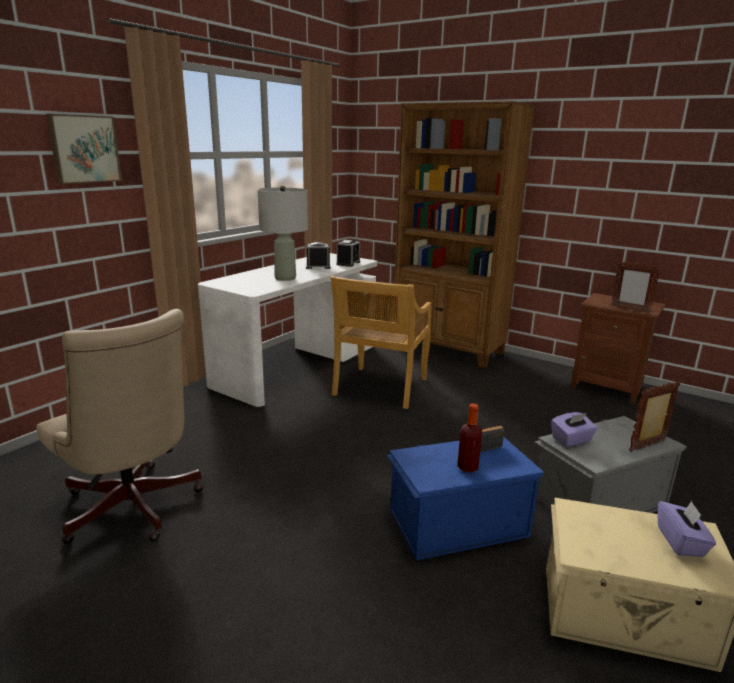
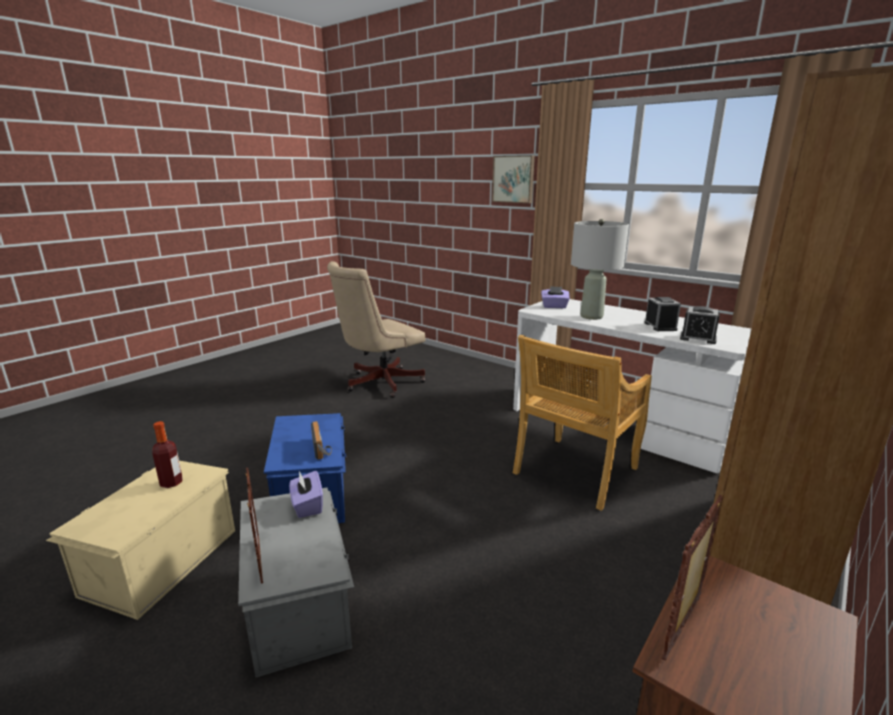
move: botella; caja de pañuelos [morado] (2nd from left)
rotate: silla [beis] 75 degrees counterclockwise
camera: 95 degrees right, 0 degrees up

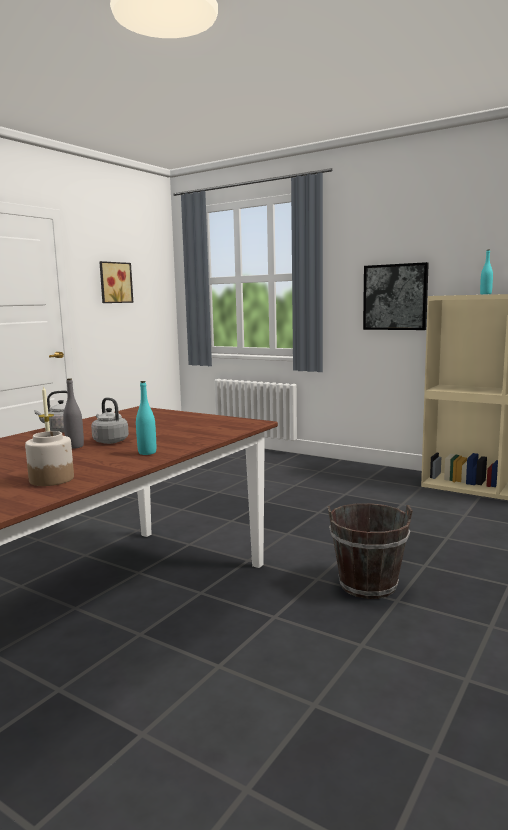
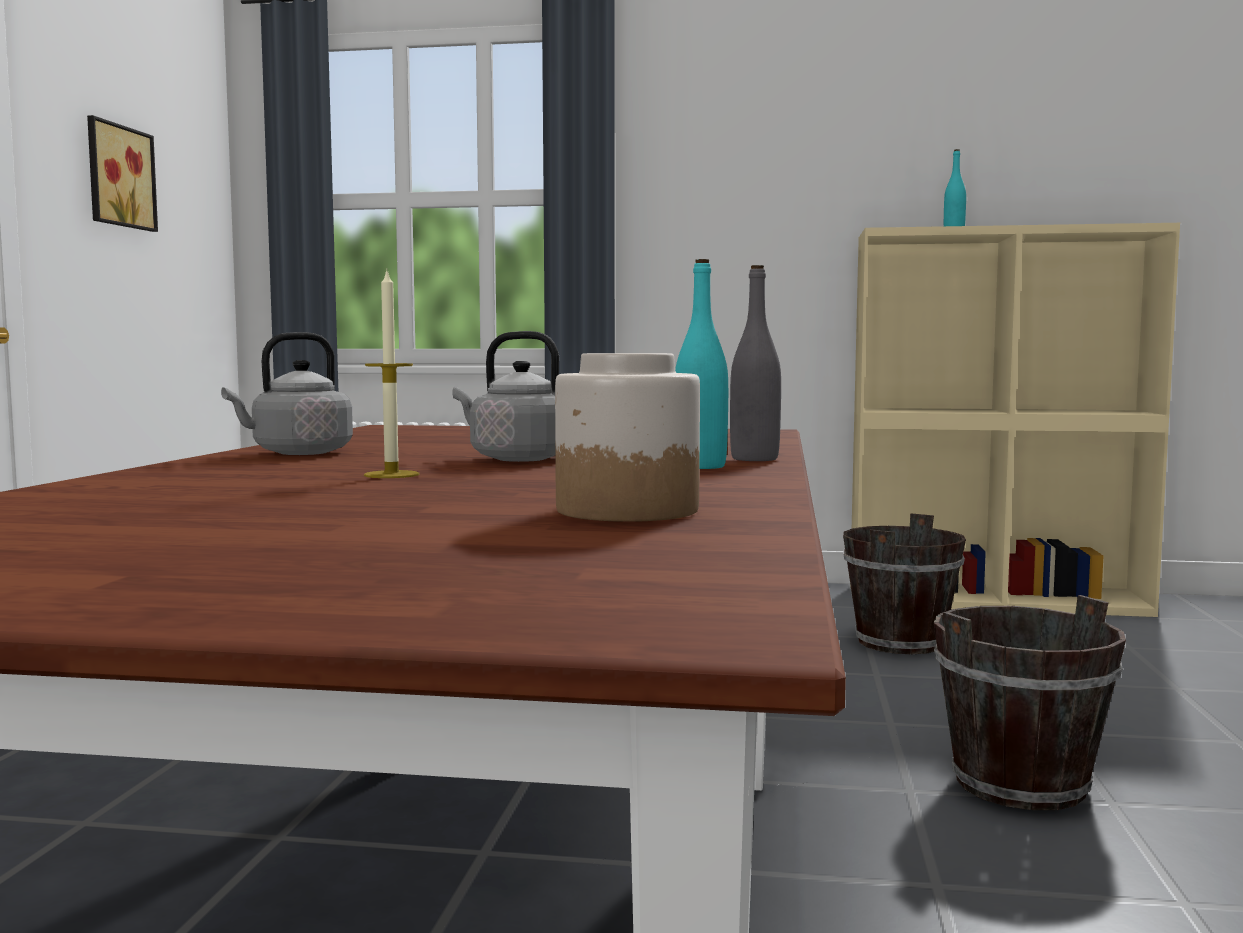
delete: cuadro (2nd from left)
insert: cubo [marrón] (1st from left)
move: botella [gris]
camera: 25 degrees left, 5 degrees down

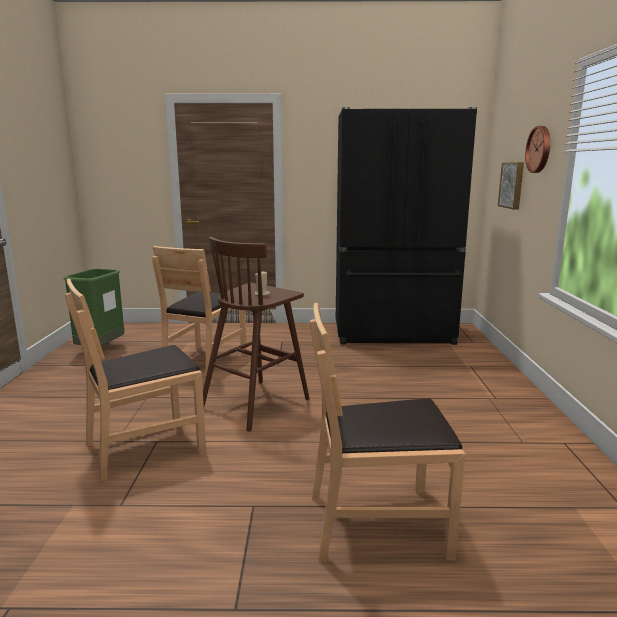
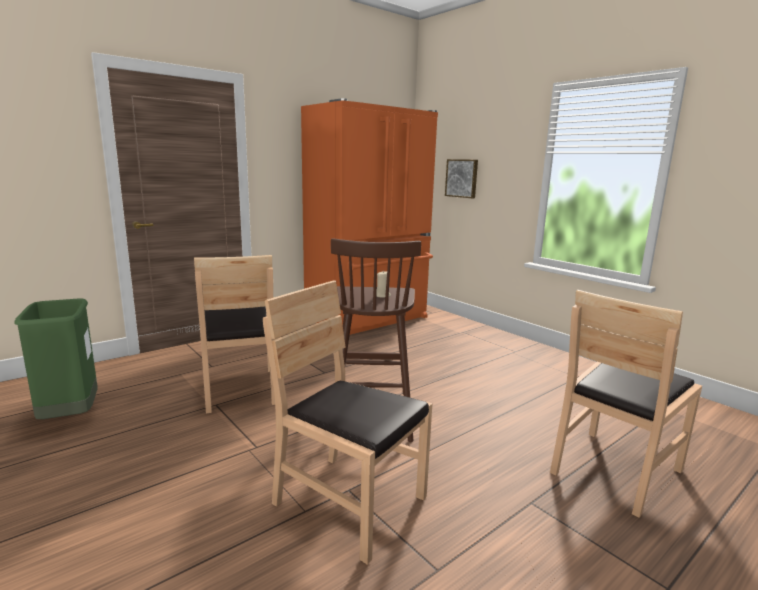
delete: reloj de pared
recolor: nevera [negro] to nevera [naranja]
rotate: silla [marrón] (1st from left in the first image) 105 degrees clockwise
camera: 40 degrees left, 0 degrees up

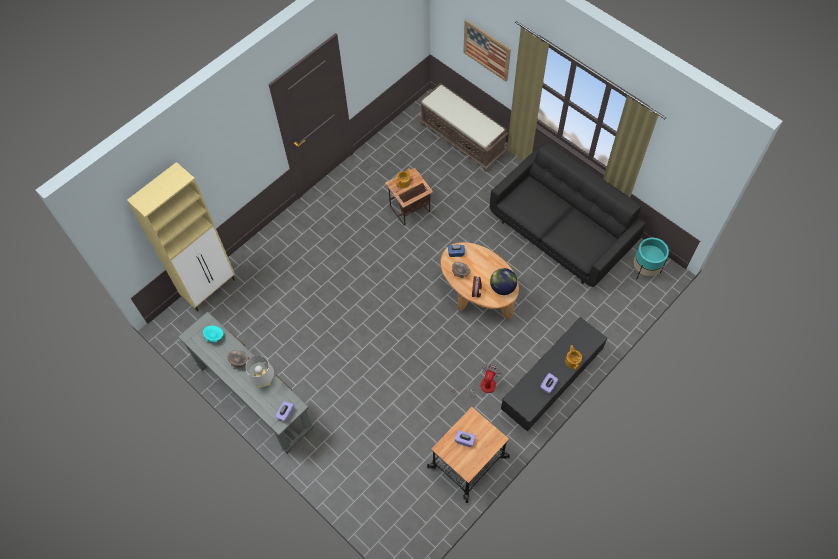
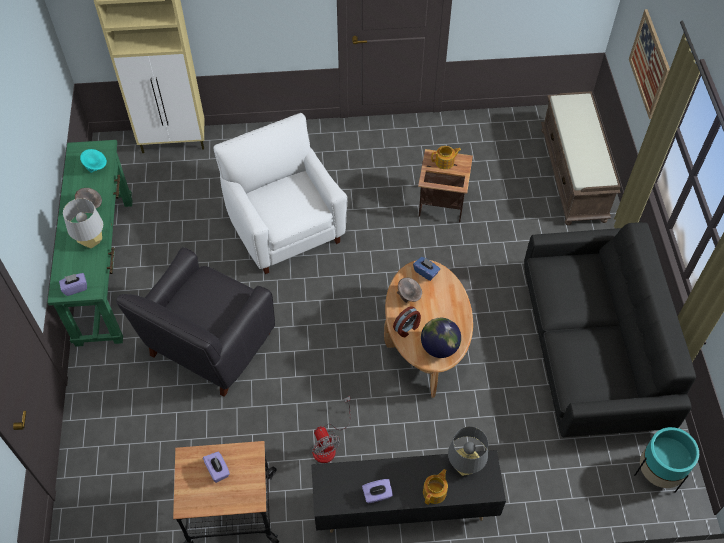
insert: sillón [negro]; sillón [blanco]; lámpara de mesa [gris] (2nd from left)
recolor: mesa consola [gris] to mesa consola [verde]
rotate: ventilador 90 degrees clockwise
camera: 40 degrees right, 5 degrees down

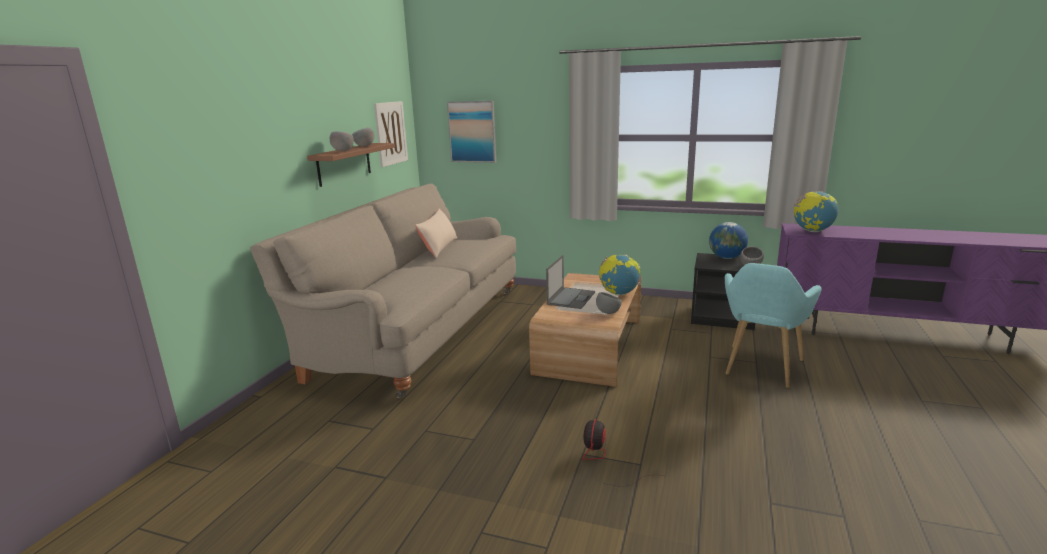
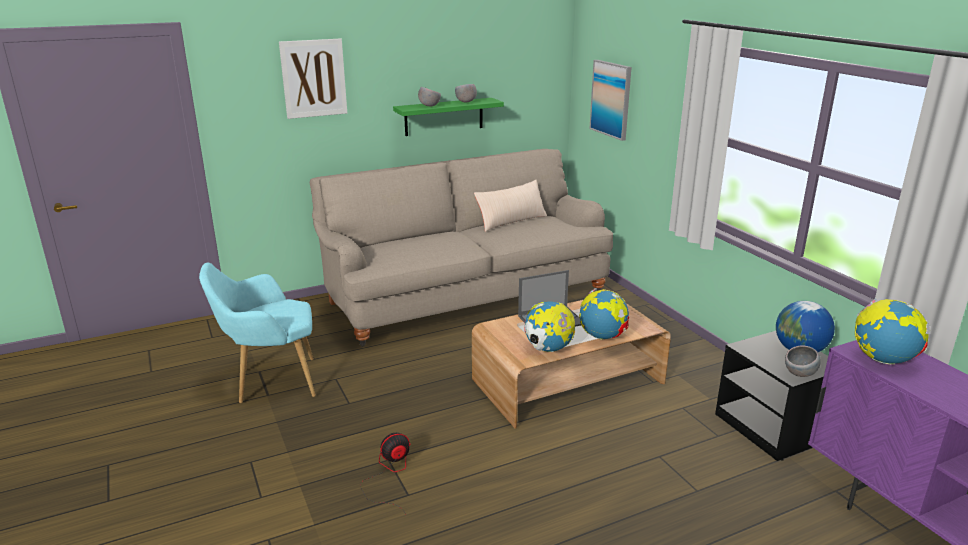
move: cuadro (1st from left); sillón [turquesa]
replace: cuenco [gris] (3rd from left) to globo terráqueo (1st from left)
recolor: estante [marrón] to estante [verde]
camera: 45 degrees right, 5 degrees up

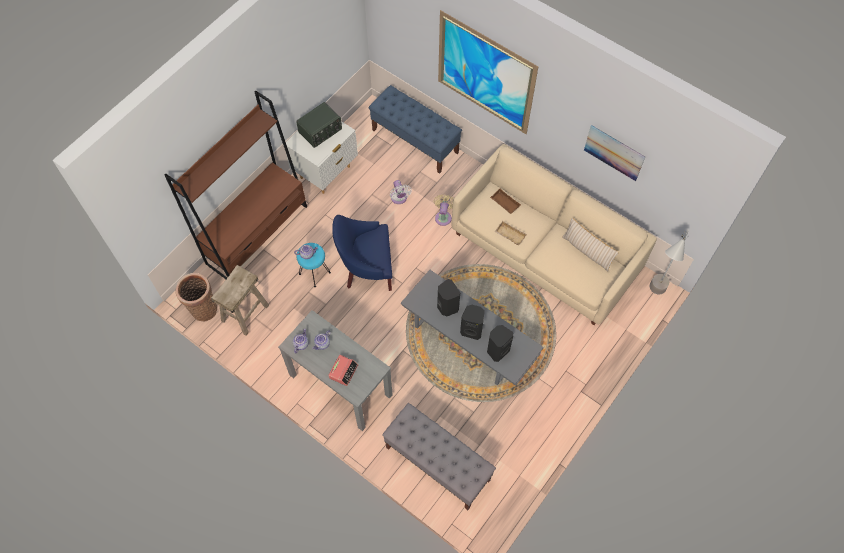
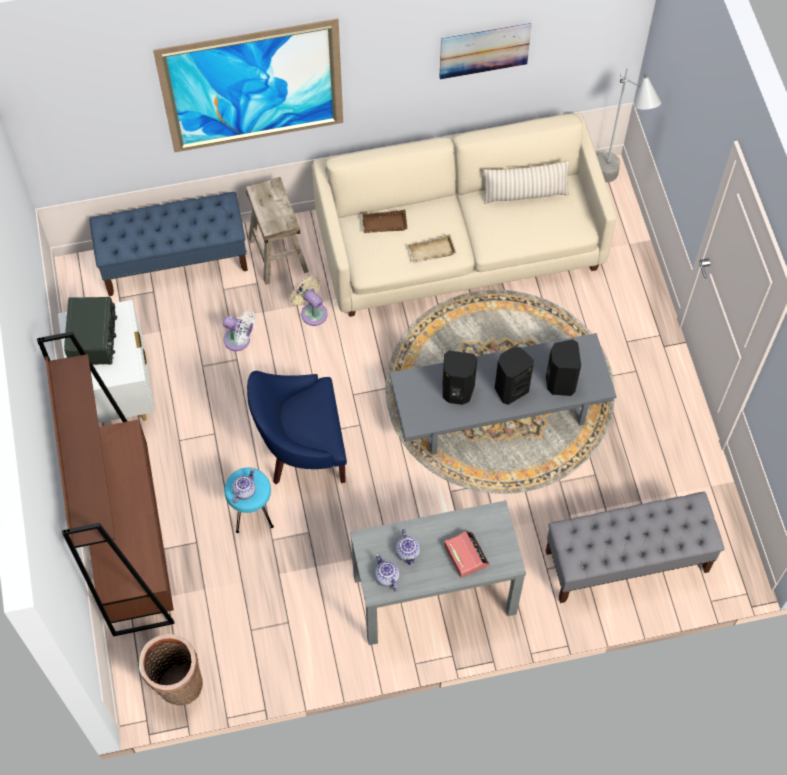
move: taburete [beis]
rotate: sillón [azul] 45 degrees clockwise
camera: 50 degrees left, 0 degrees up

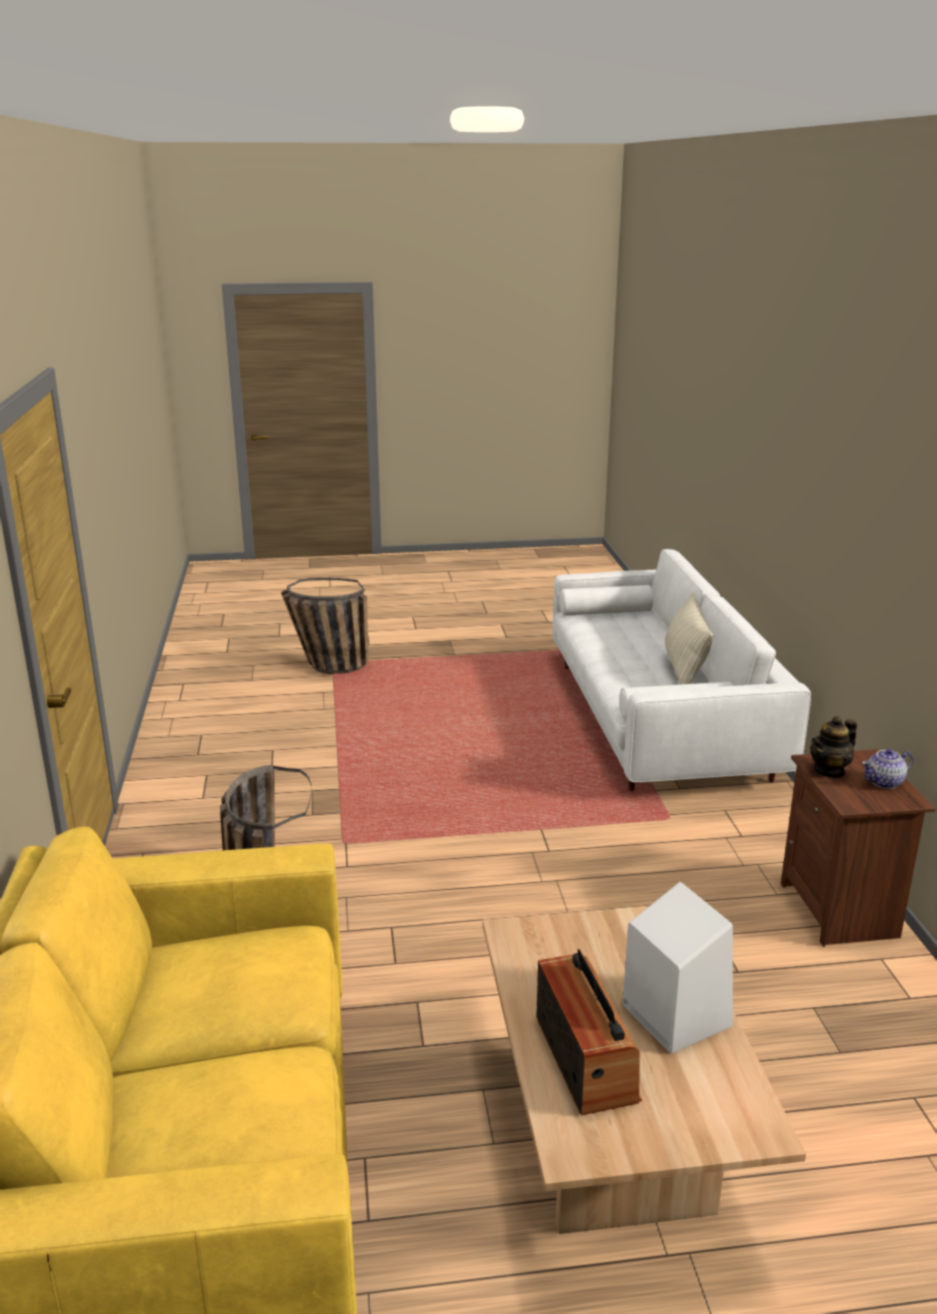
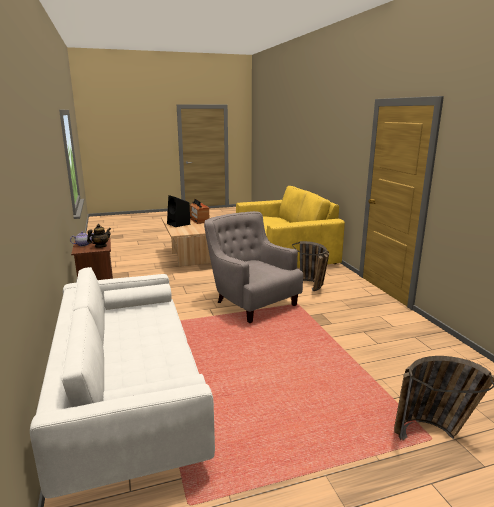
delete: cojín [beis]
insert: sillón [gris]
recolor: altavoz [blanco] to altavoz [negro]
camera: 170 degrees right, 5 degrees down

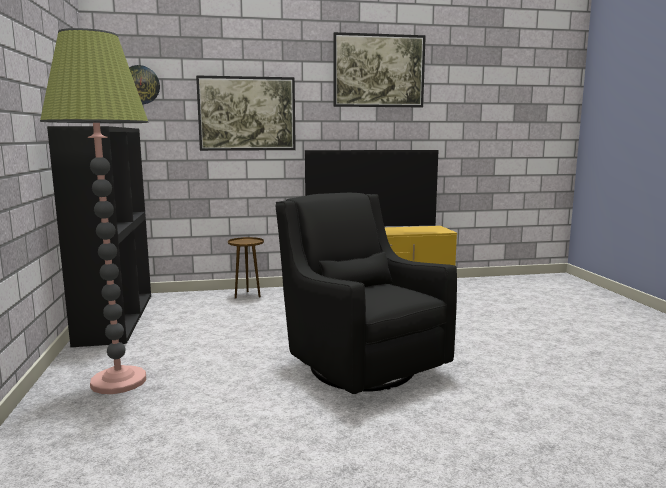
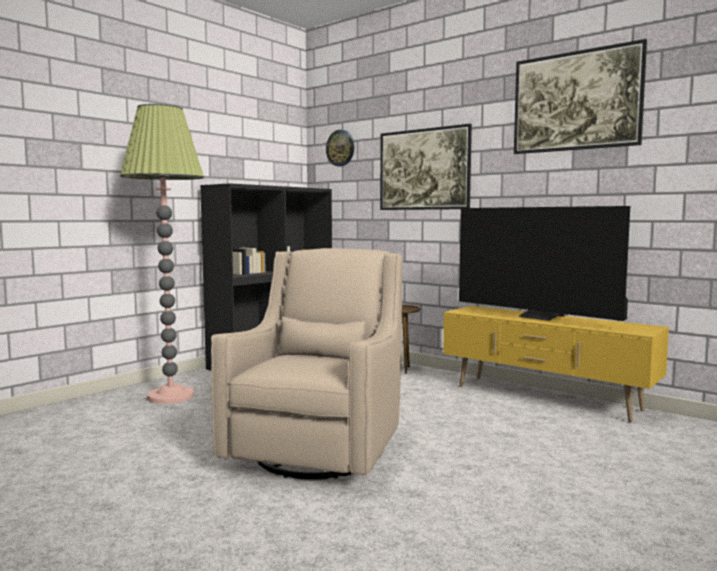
recolor: sillón [negro] to sillón [beis]
camera: 50 degrees right, 5 degrees down

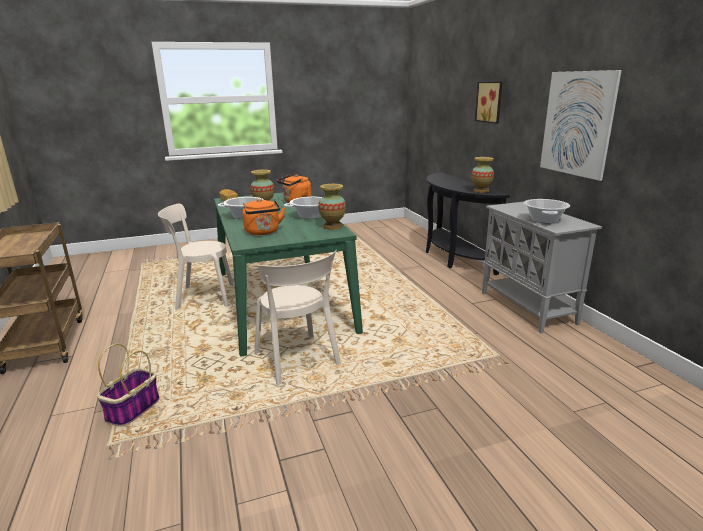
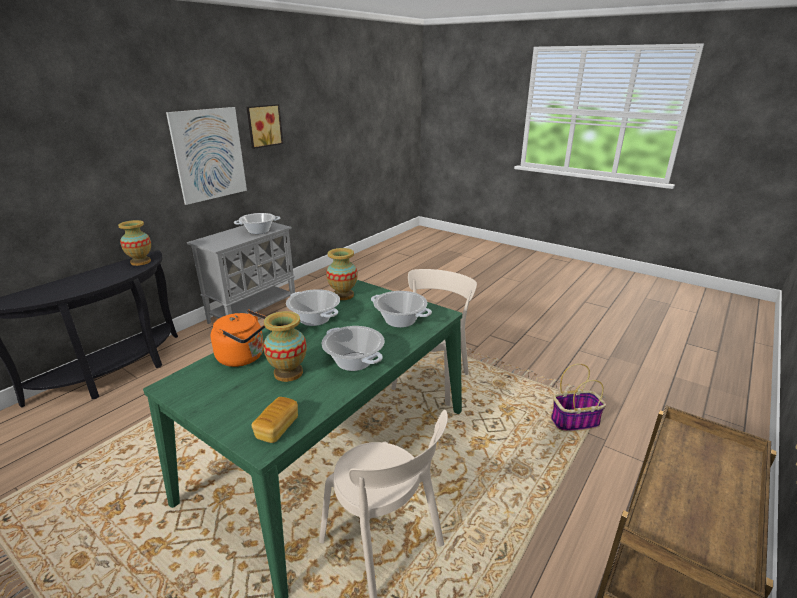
move: cuadro (1st from left in the first image) to cuadro (2nd from left)
replace: hervidor [naranja] (1st from left) to olla (4th from left)
camera: 125 degrees left, 5 degrees up

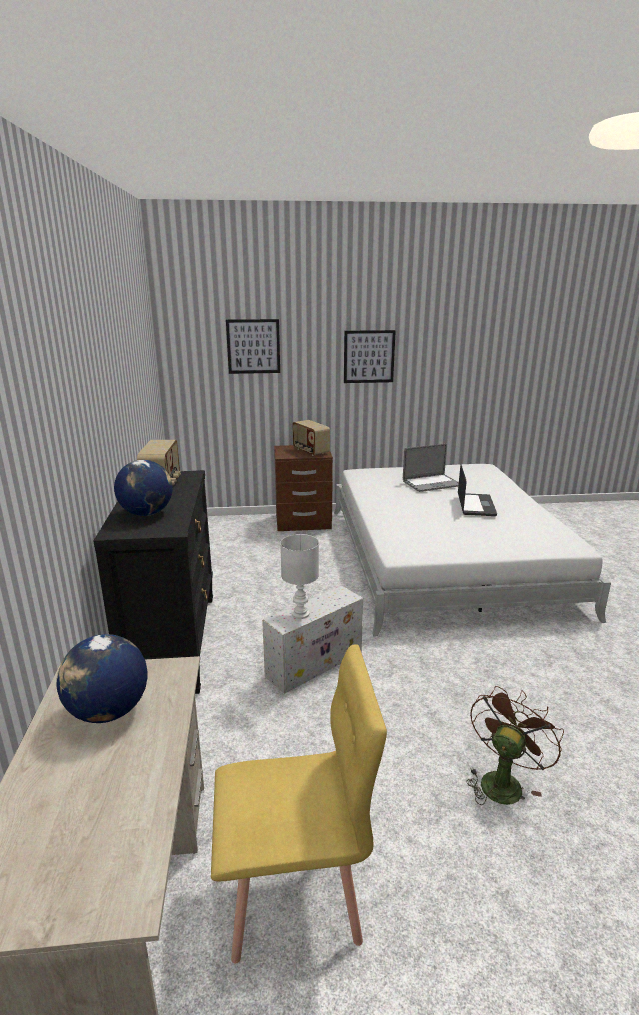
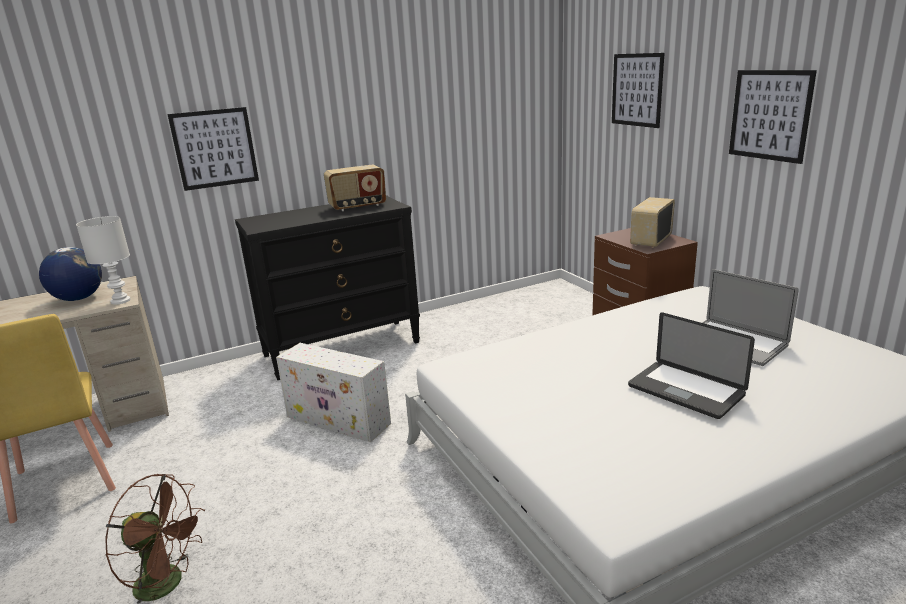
delete: globo terráqueo (2nd from left)
insert: cuadro (1st from left)
move: lámpara de mesa [blanco]
rotate: portátil (2nd from left in the first image) 60 degrees clockwise
camera: 70 degrees right, 0 degrees up

